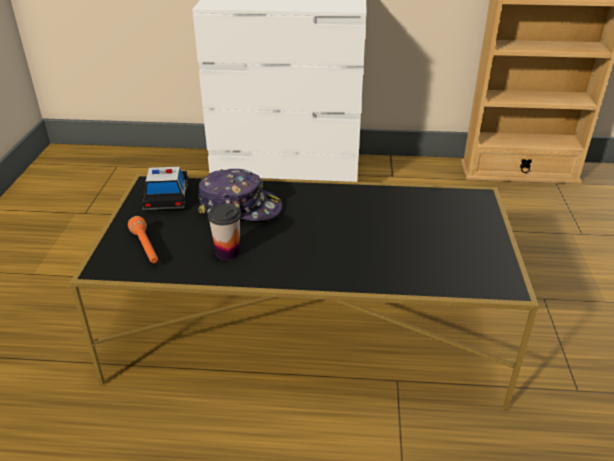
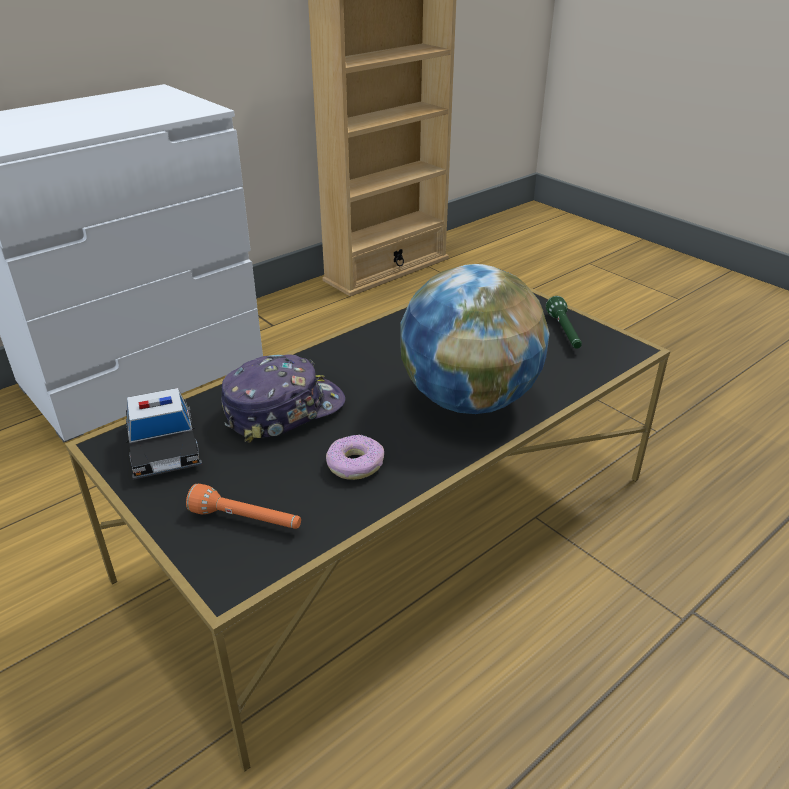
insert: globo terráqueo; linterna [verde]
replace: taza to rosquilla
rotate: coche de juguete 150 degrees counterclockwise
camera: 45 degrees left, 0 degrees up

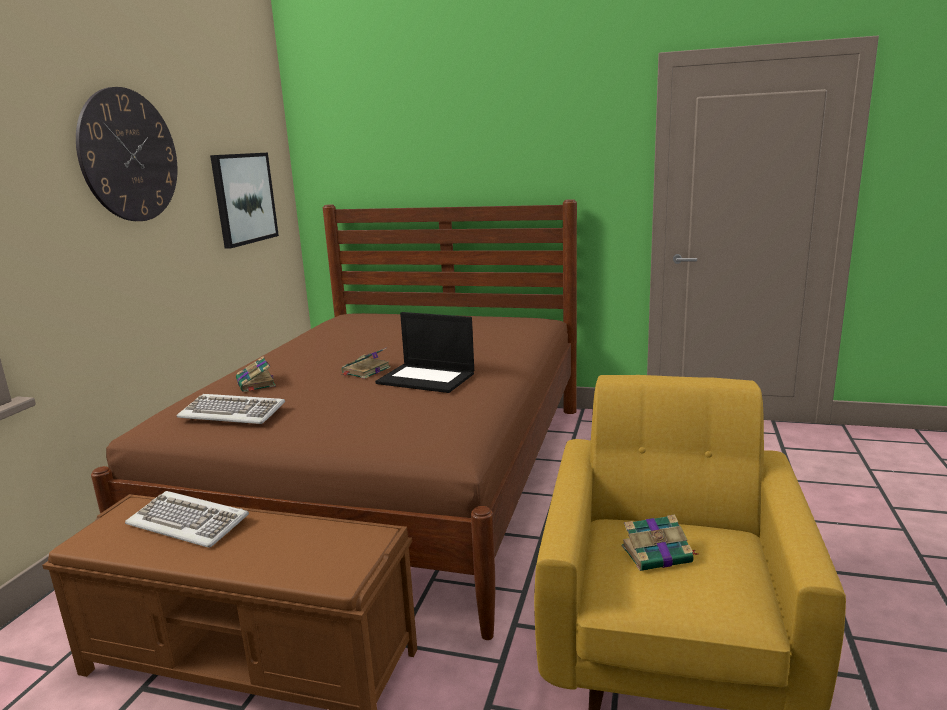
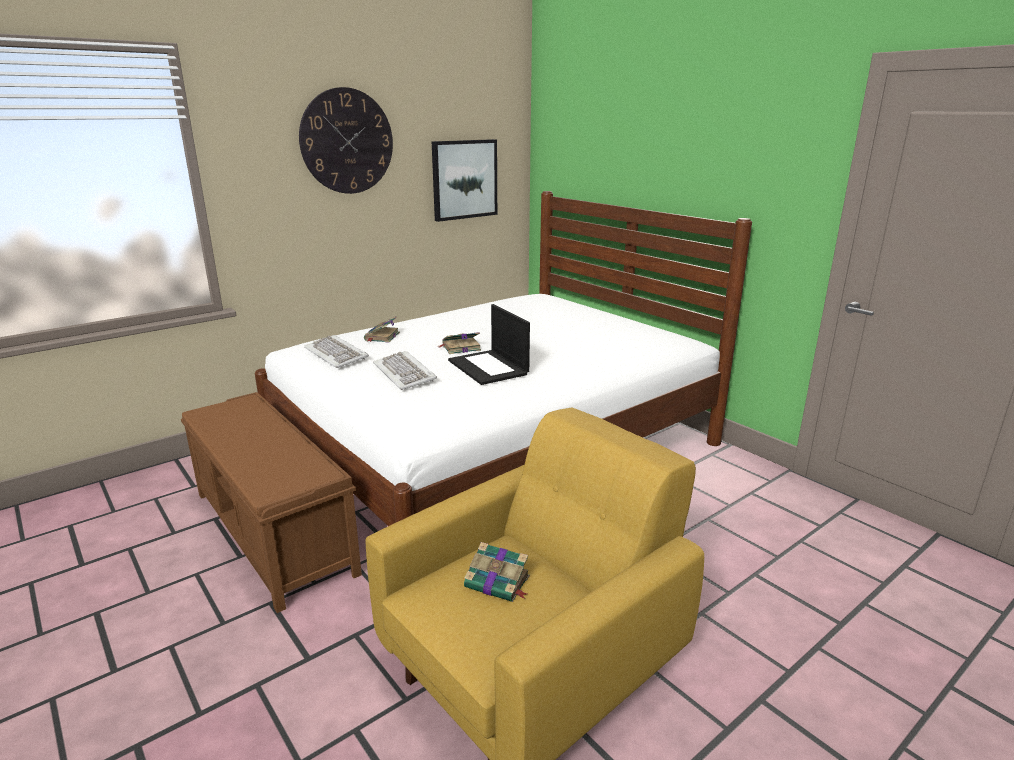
move: teclado (1st from left in the first image) to teclado (2nd from left)
recolor: cama [marrón] to cama [blanco]
camera: 35 degrees right, 5 degrees up

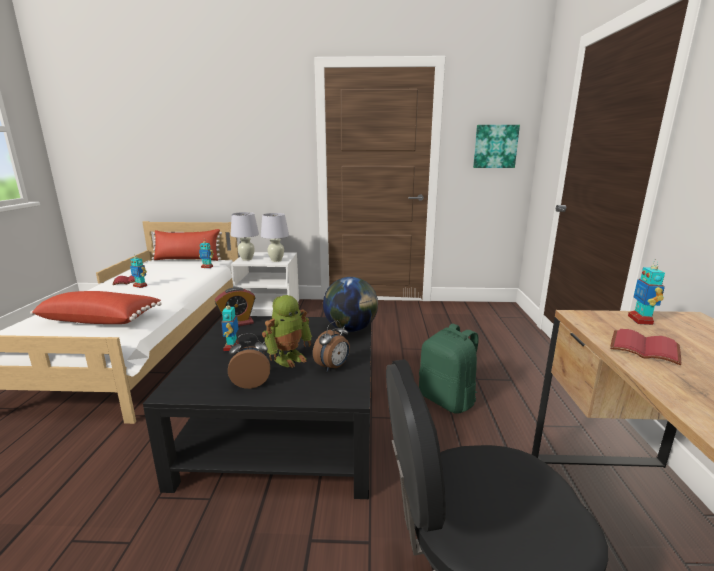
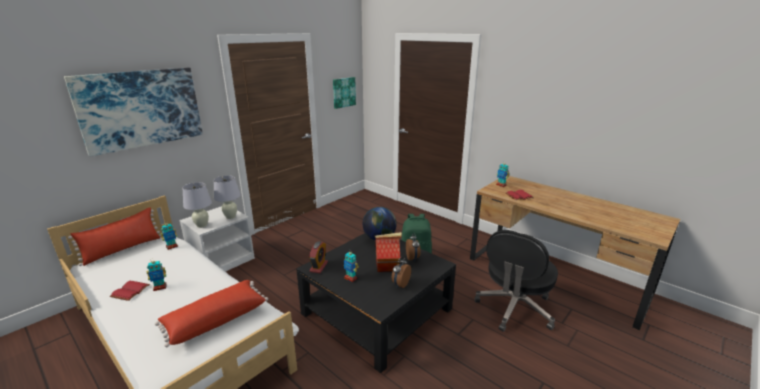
insert: cuadro (1st from left)
replace: robot de juguete (4th from left) to casita
camera: 50 degrees left, 5 degrees up

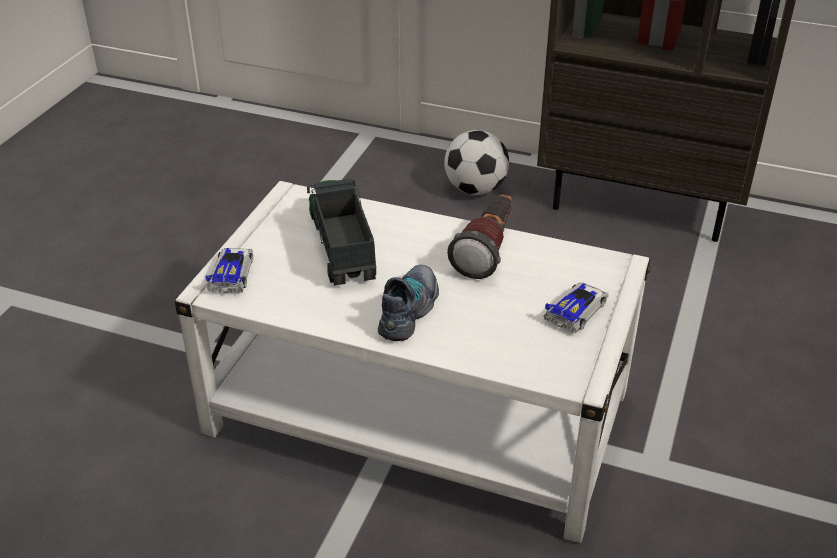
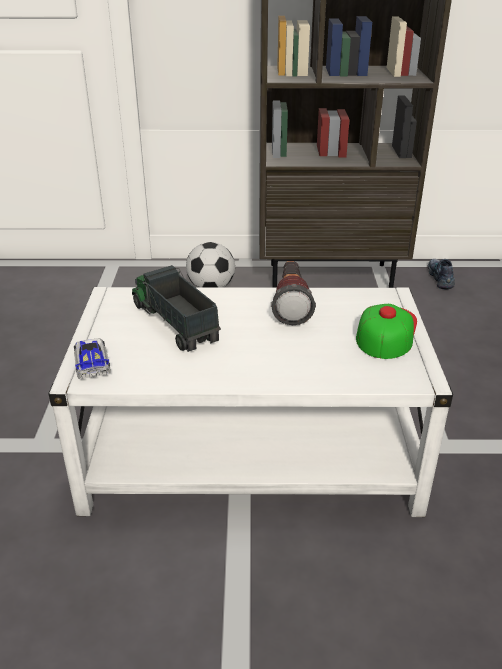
move: zapato
replace: coche de juguete (2nd from left) to gorra
camera: 20 degrees left, 5 degrees down

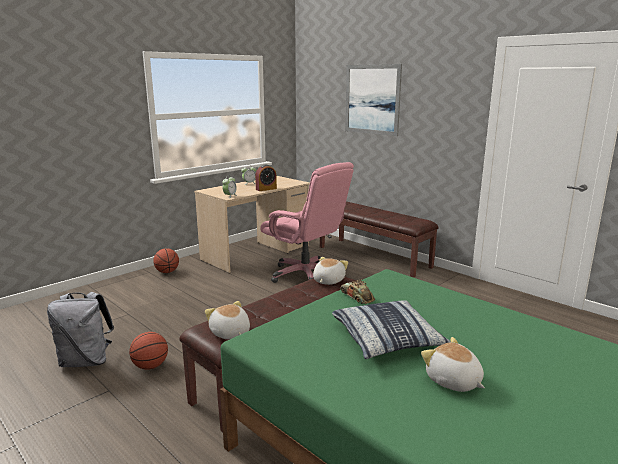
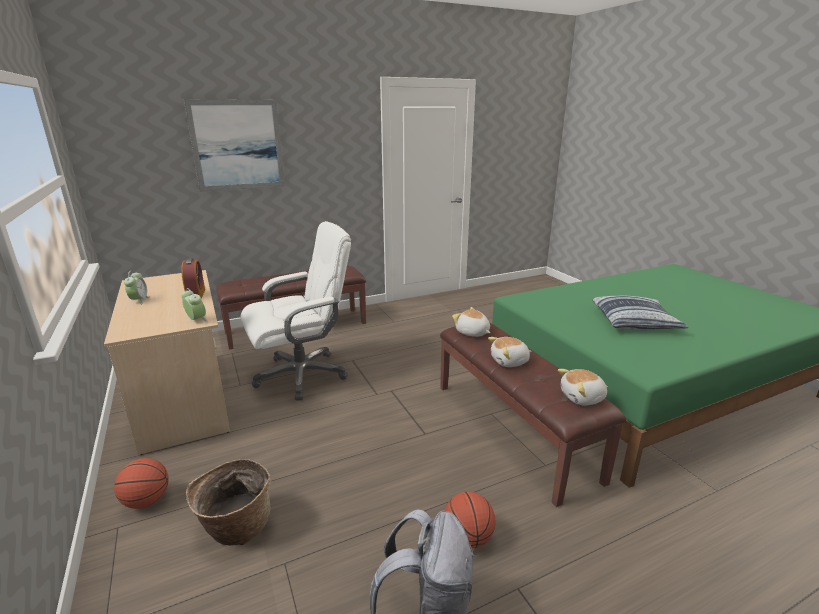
delete: coche de juguete
insert: cesta
move: peluche (3rd from left in the first image) to peluche (2nd from left)
recolor: silla de oficina [rosa] to silla de oficina [blanco]
camera: 70 degrees left, 5 degrees up

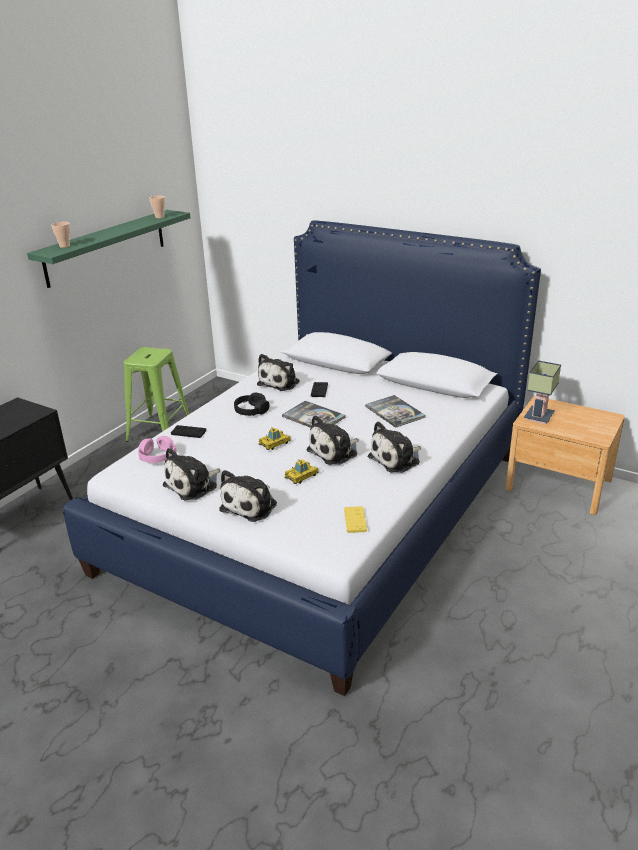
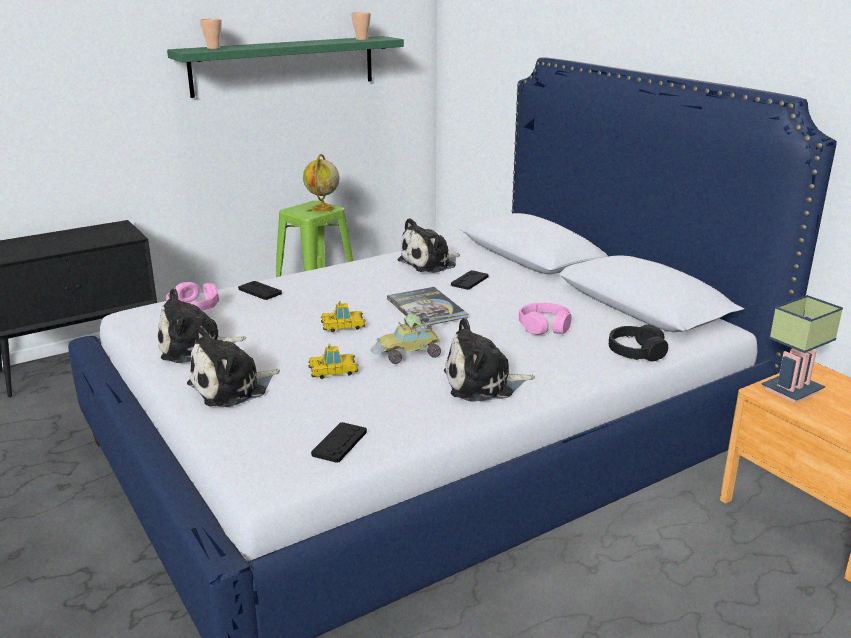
insert: globo terráqueo
move: auriculares [negro]
replace: peluche (4th from left) to coche de juguete (3rd from left); libro (2nd from left) to auriculares [rosa] (2nd from left)
recolor: mando de consola [amarillo] to mando de consola [negro] (2nd from left)
camera: 25 degrees right, 5 degrees down

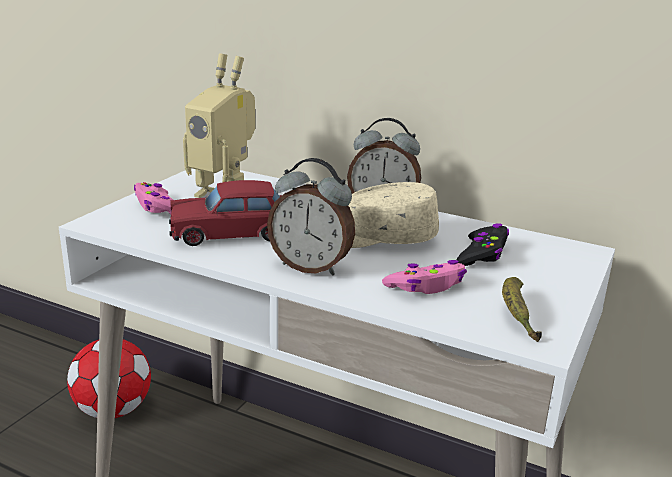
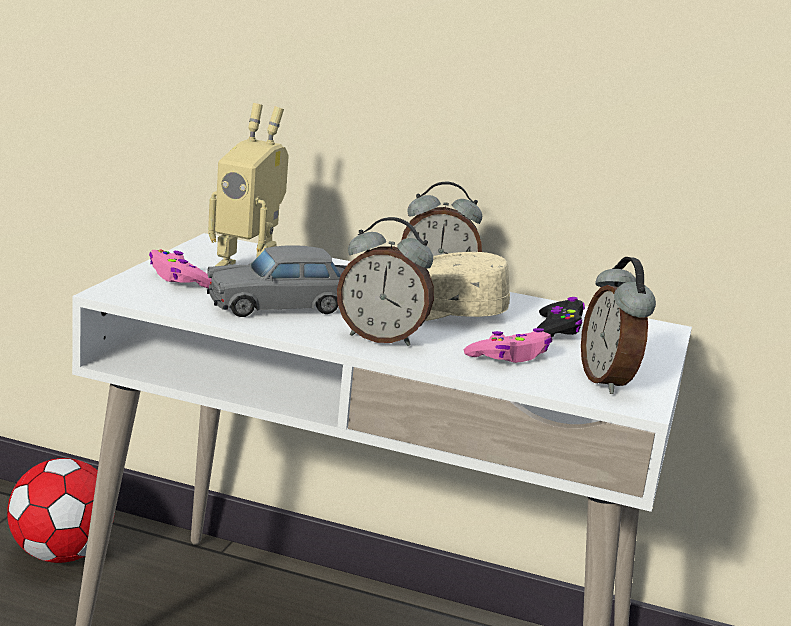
replace: plátano to despertador (3rd from left)
recolor: coche de juguete [rojo] to coche de juguete [gris]
camera: 10 degrees left, 5 degrees down

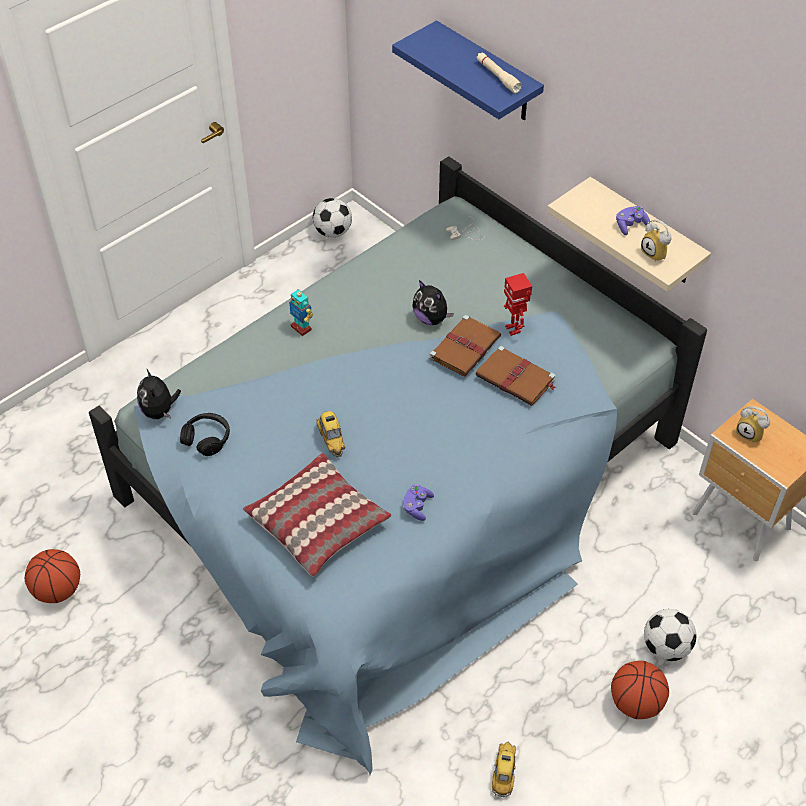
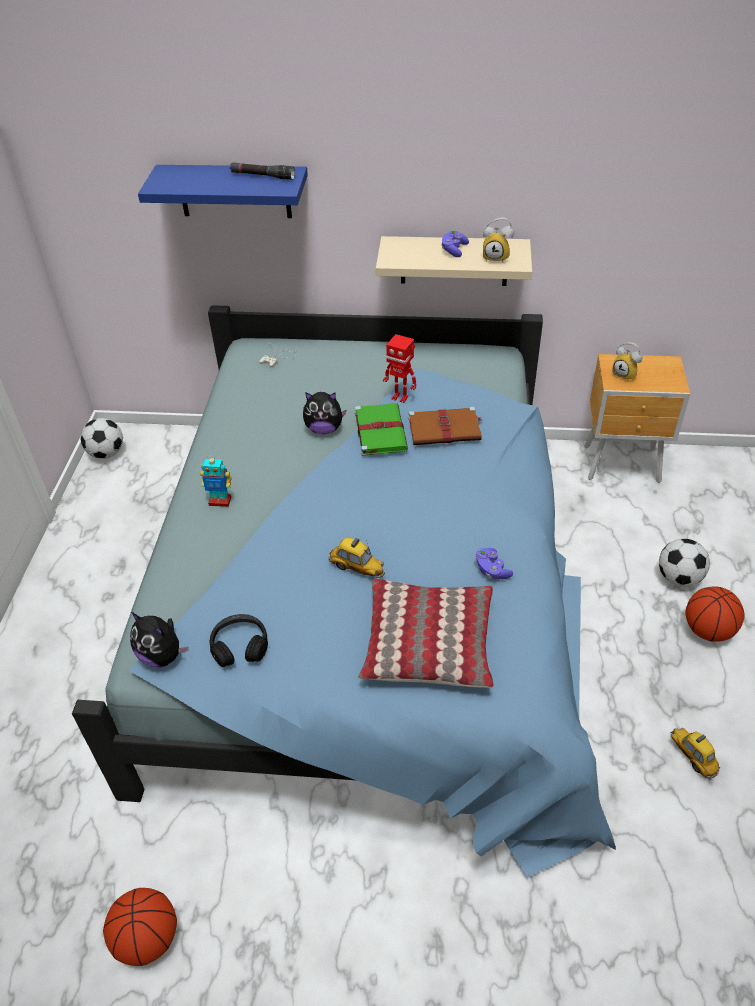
recolor: libro [marrón] (1st from left) to libro [verde]; linterna [beis] to linterna [negro]
rotate: despertador (2nd from left) 45 degrees clockwise
camera: 40 degrees left, 5 degrees down

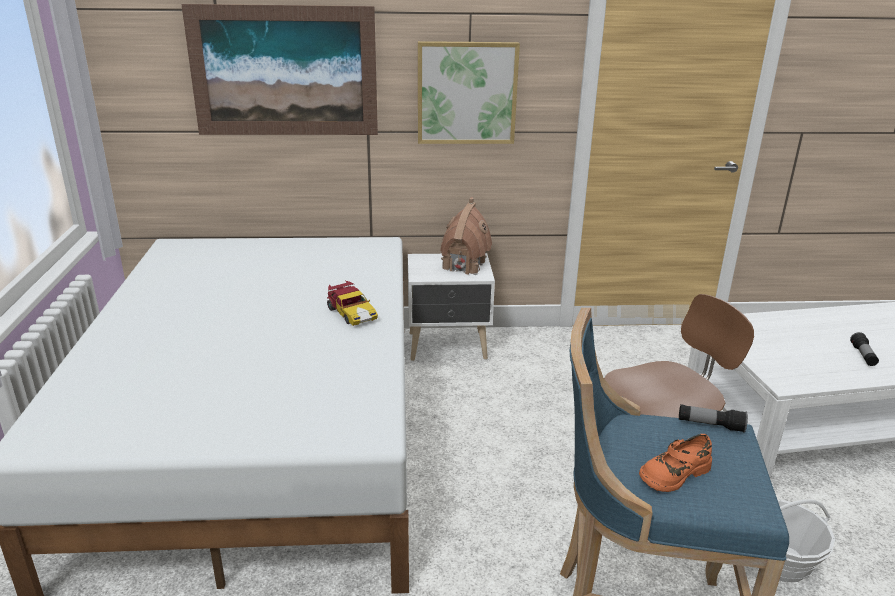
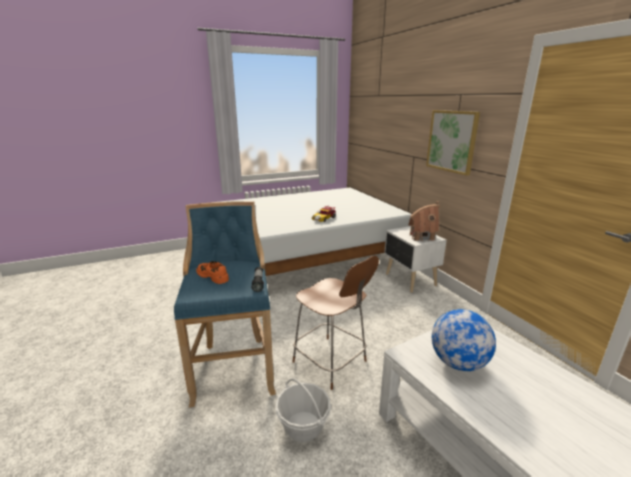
delete: cuadro (1st from left); linterna (2nd from left)
insert: globo terráqueo
camera: 70 degrees right, 5 degrees down

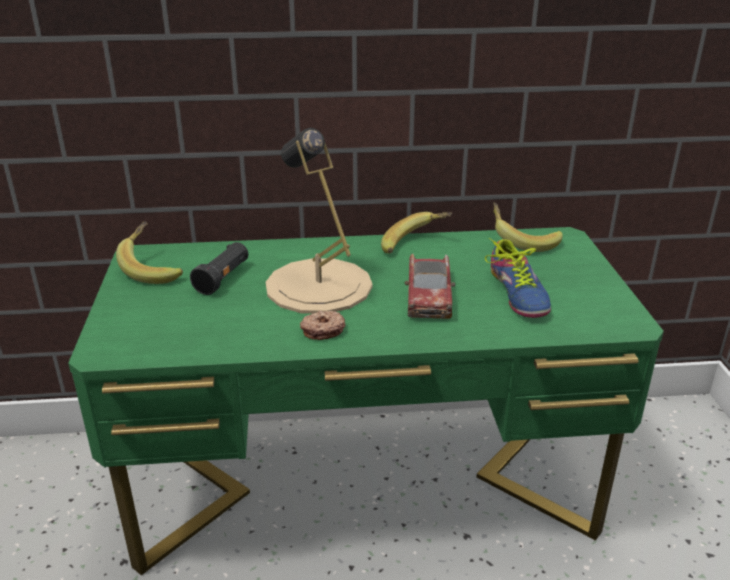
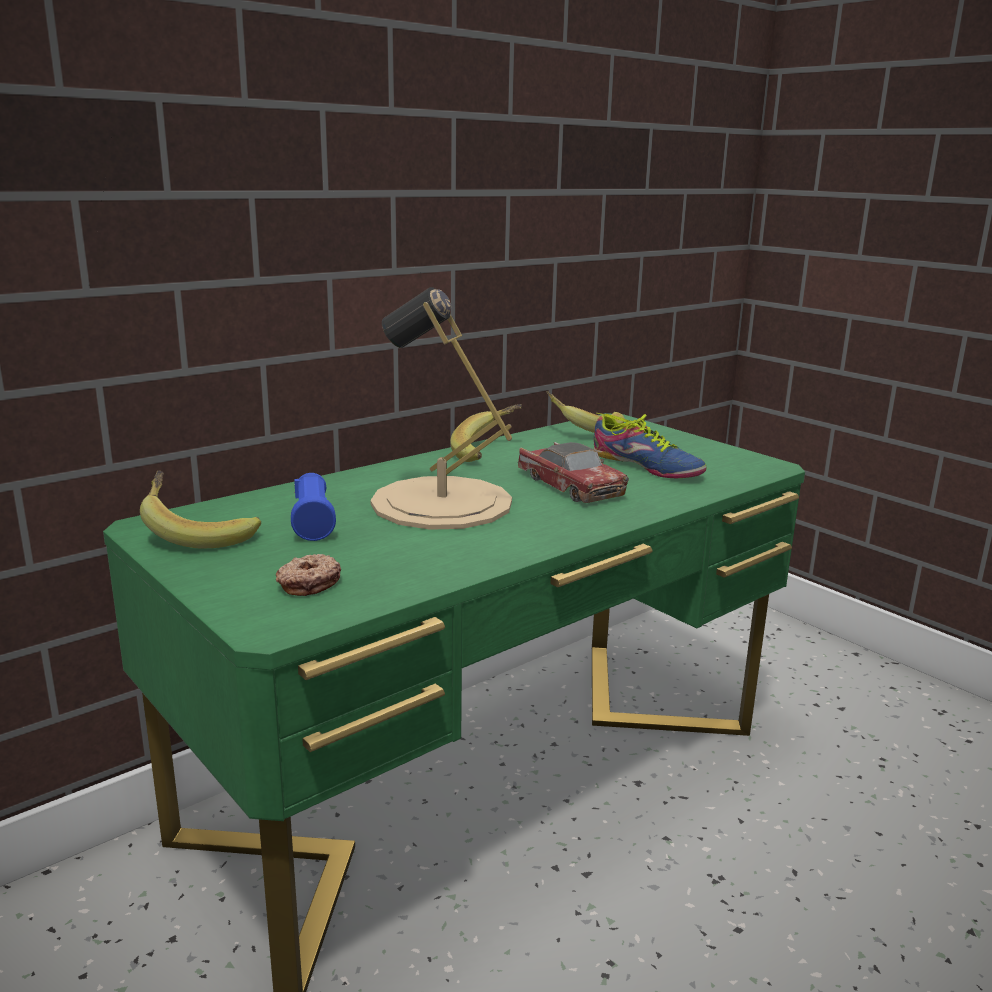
move: rosquilla
recolor: linterna [negro] to linterna [azul]
camera: 35 degrees left, 10 degrees down

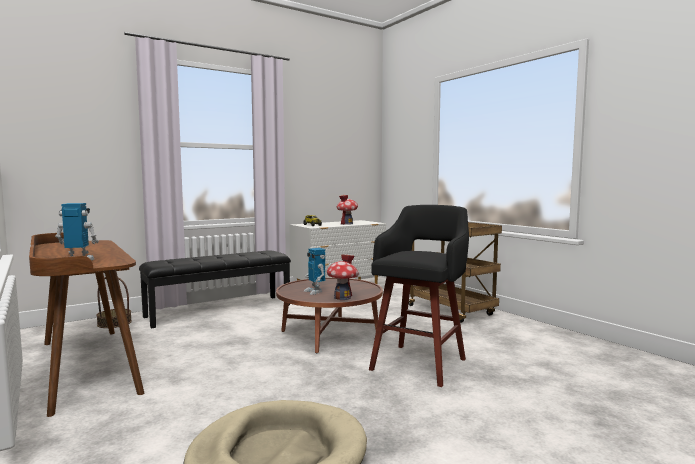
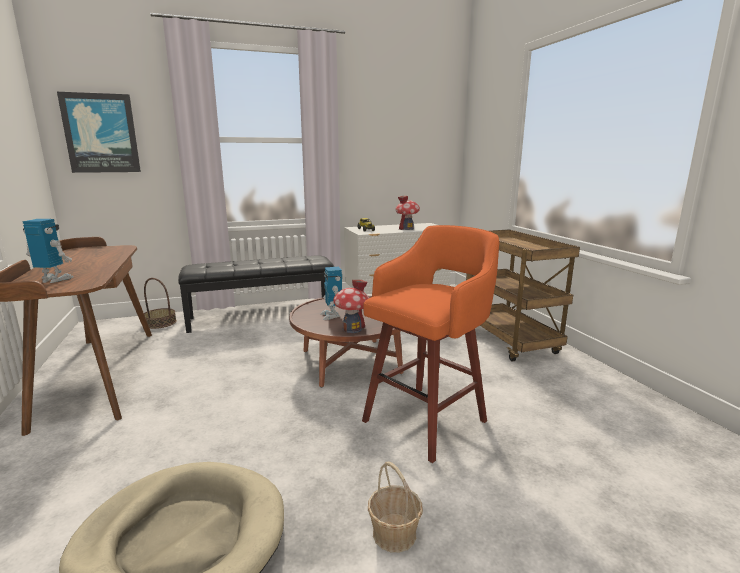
insert: cuadro; cesta (2nd from left)
recolor: taburete [negro] to taburete [naranja]
camera: 15 degrees right, 10 degrees up

